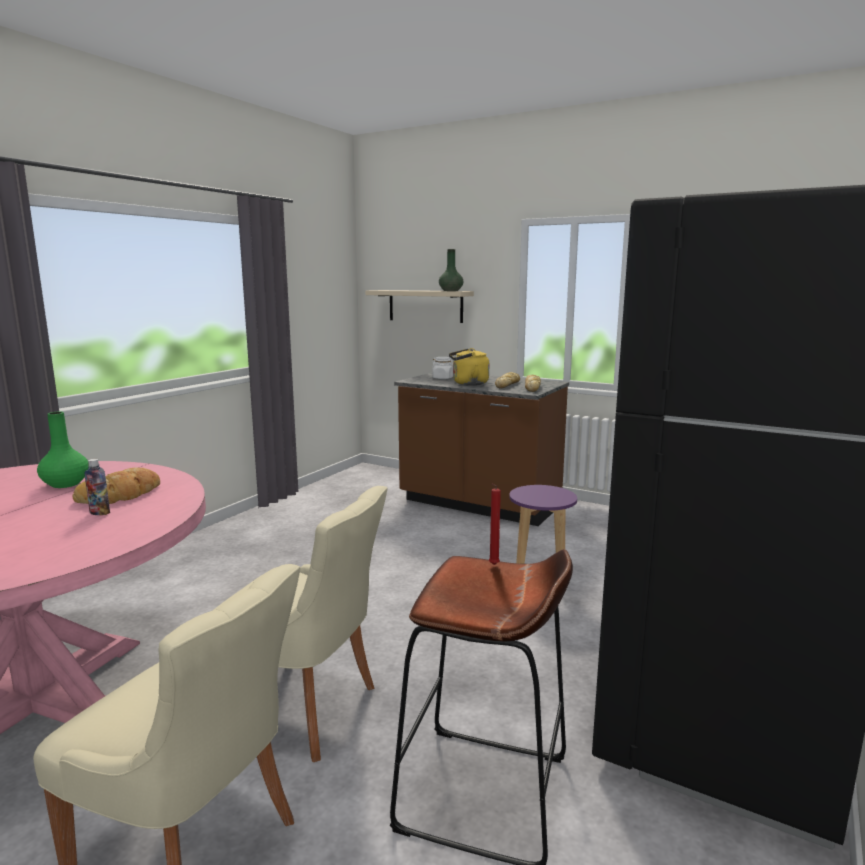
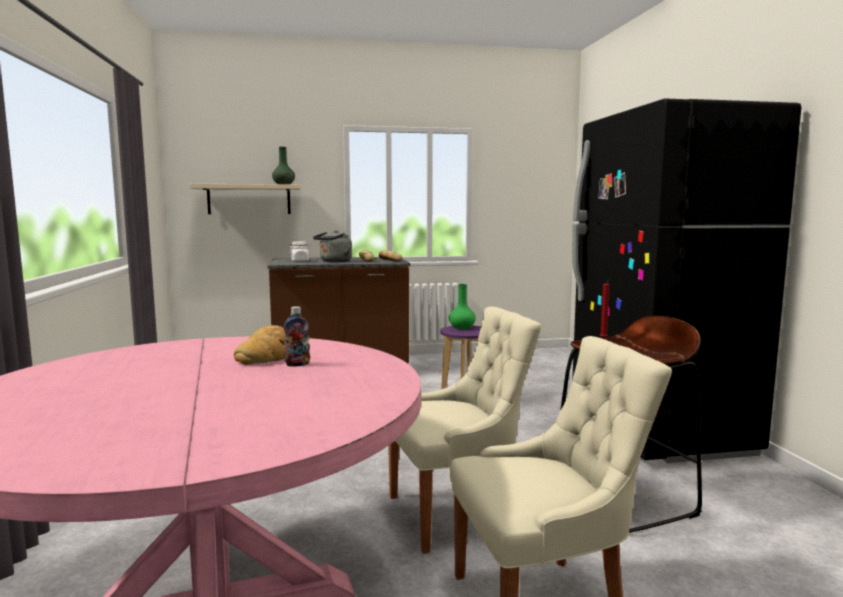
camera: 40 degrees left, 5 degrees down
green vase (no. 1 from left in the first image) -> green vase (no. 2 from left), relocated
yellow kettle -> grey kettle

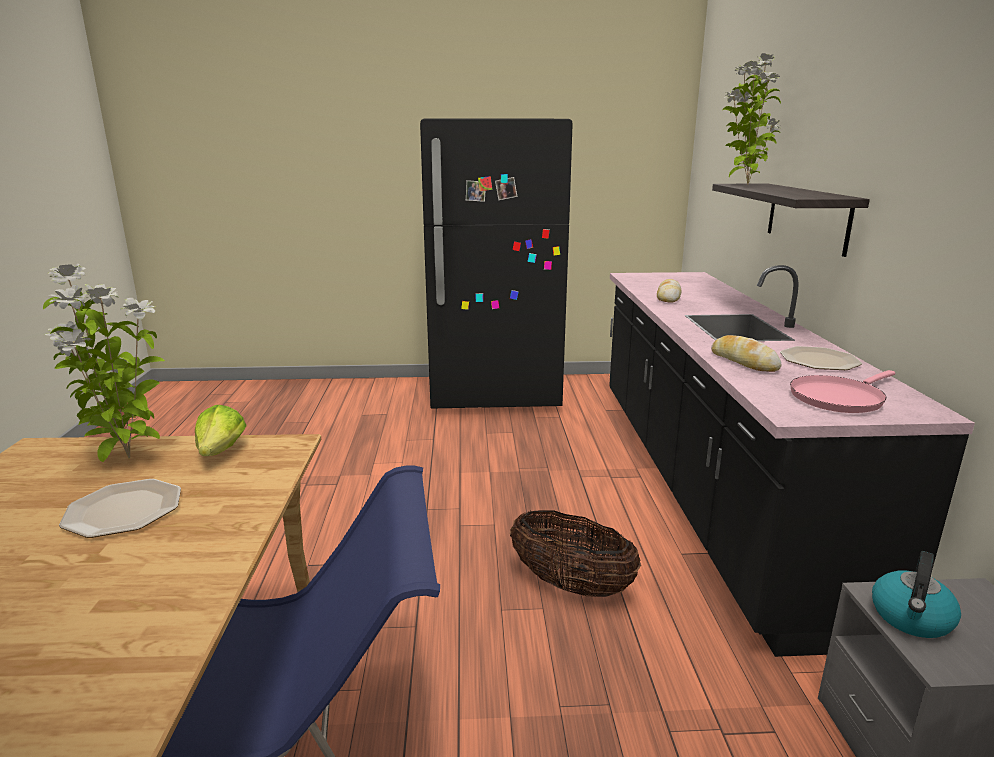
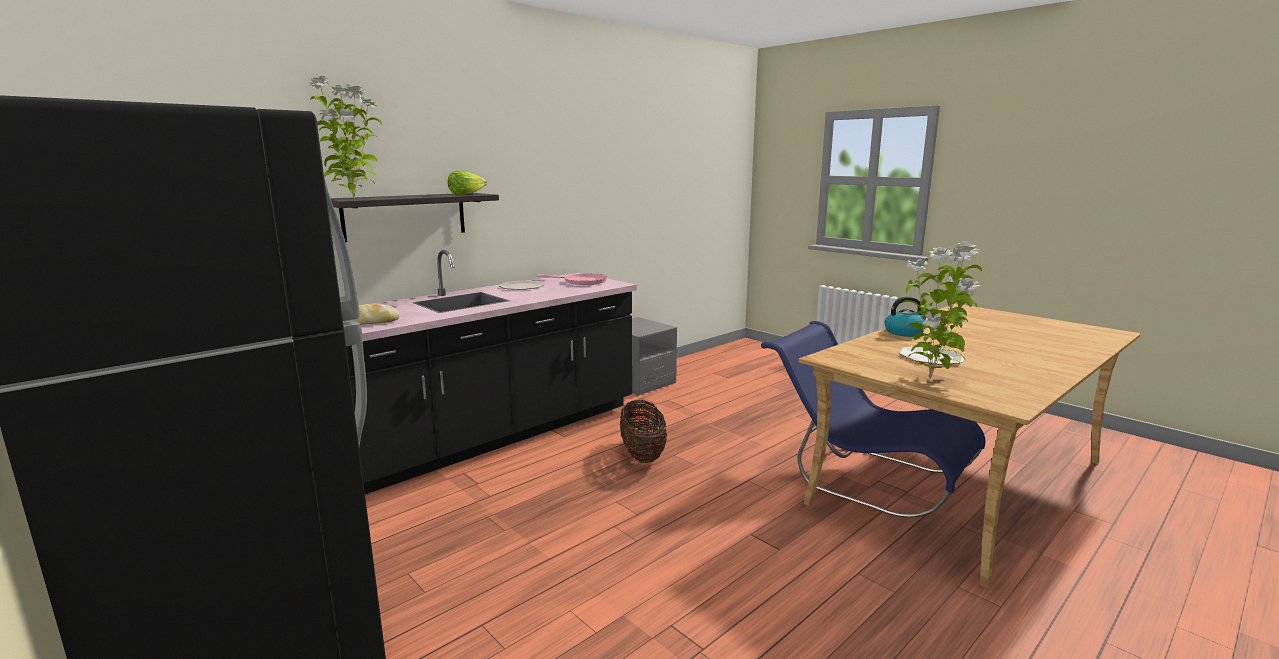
camera: 130 degrees left, 5 degrees down
lettuce, relocated
bread (no. 2 from left) -> none
kettle, relocated

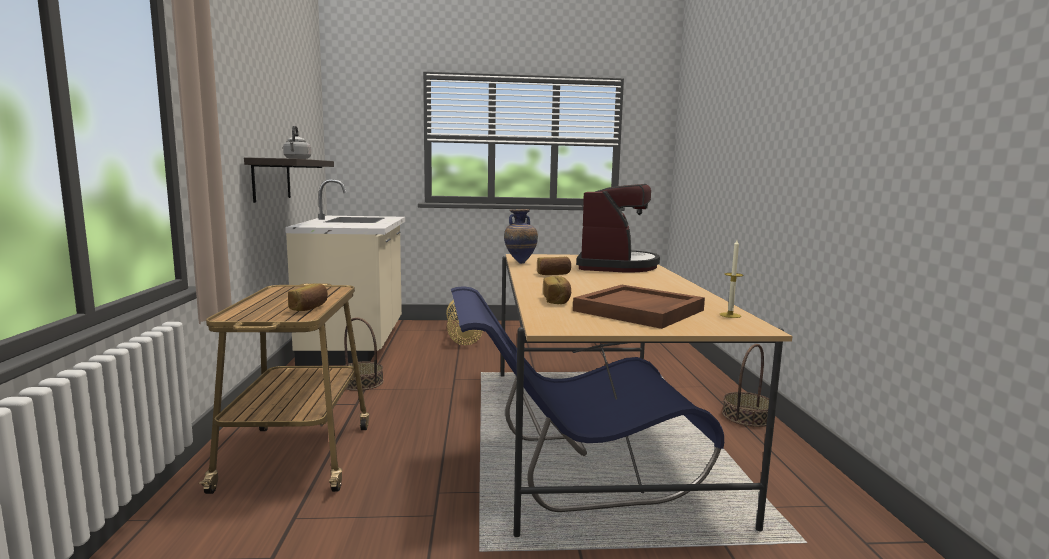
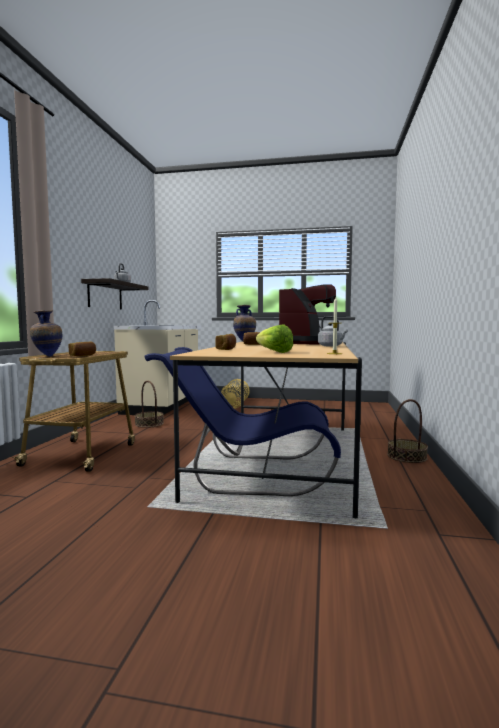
camera: 15 degrees right, 5 degrees down
brown tray -> lettuce
none -> vase (no. 1 from left)
none -> grey kettle (no. 2 from left)

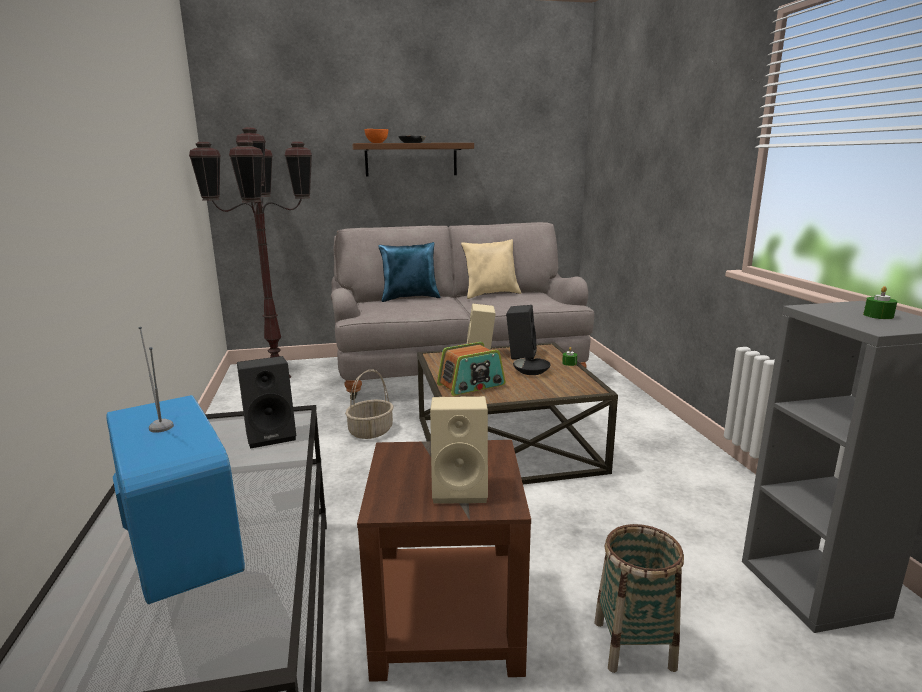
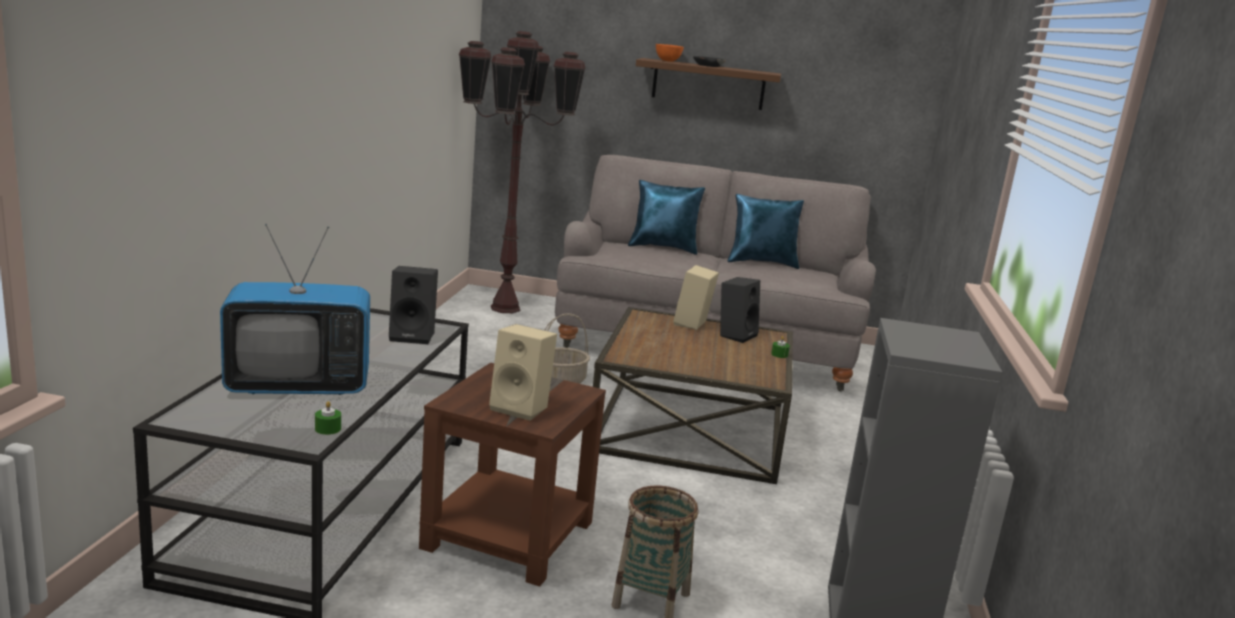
camera: 20 degrees right, 0 degrees up
television, 90 degrees clockwise
radio -> none
beige pillow -> blue pillow (no. 2 from left)
black bowl (no. 2 from left) -> none
green candle (no. 2 from left in the first image) -> green candle (no. 1 from left), relocated

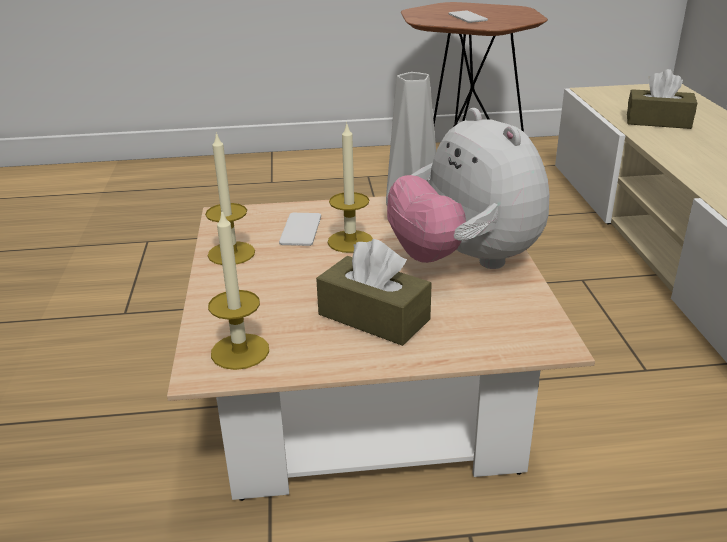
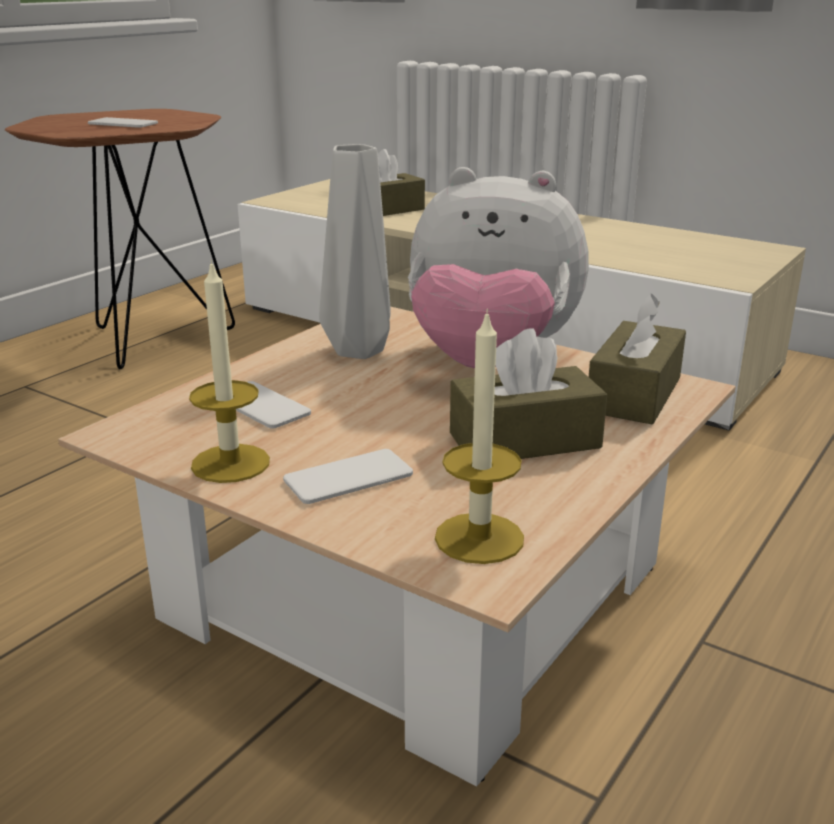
camera: 50 degrees left, 5 degrees down
candle (no. 3 from left) -> none
none -> phone (no. 3 from left)
none -> brown tissue box (no. 3 from left)

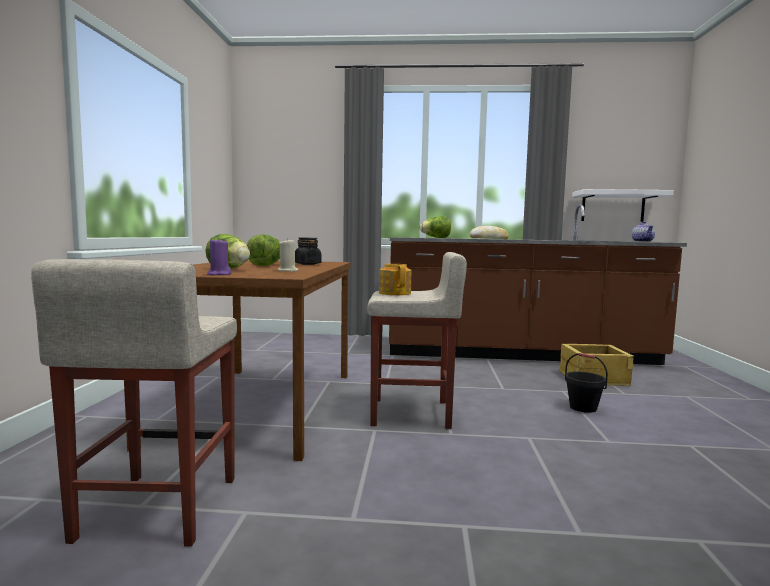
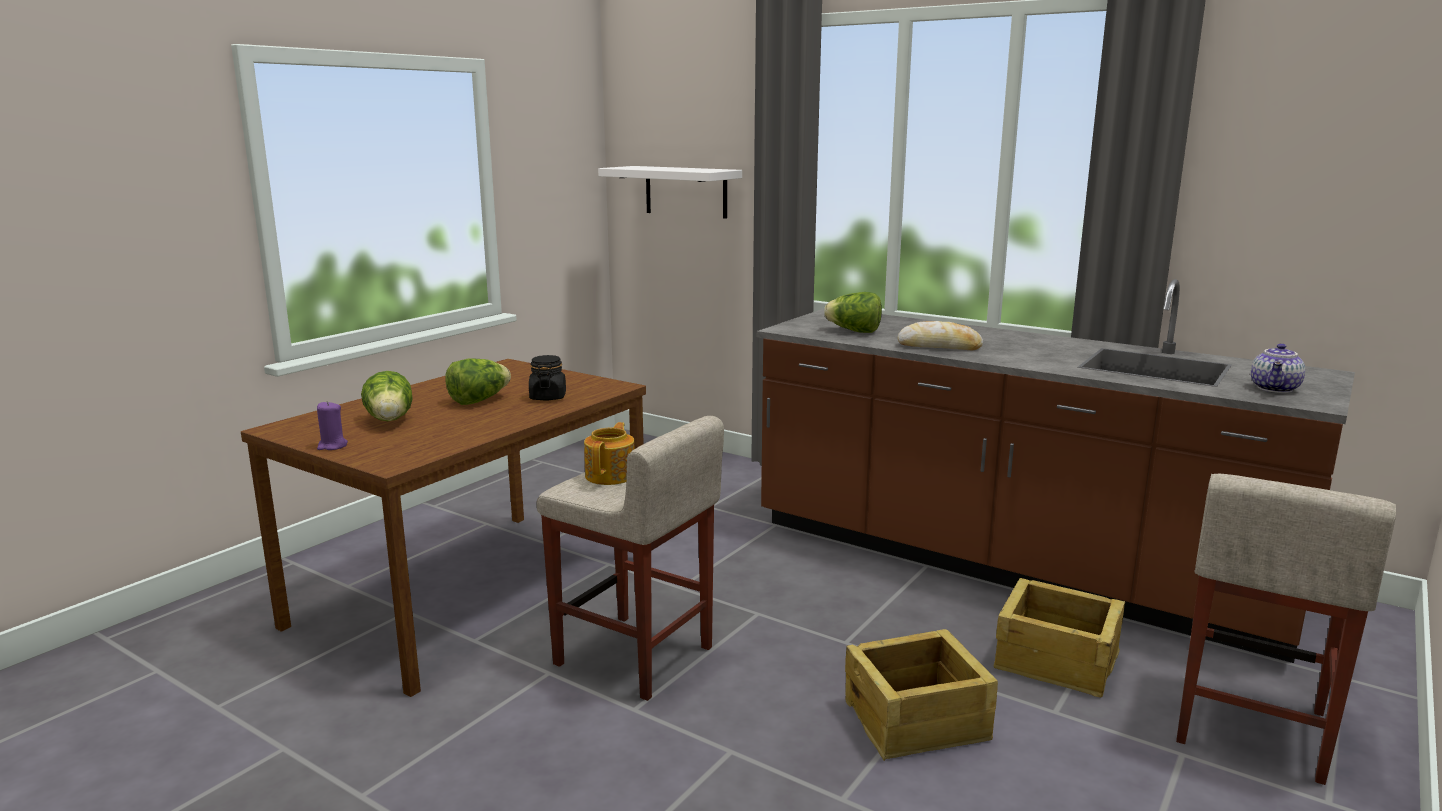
camera: 30 degrees right, 10 degrees up
beige stool (no. 1 from left in the first image) -> beige stool (no. 2 from left), relocated
beige candle -> none
black bucket -> crate (no. 1 from left)
white shelf, relocated

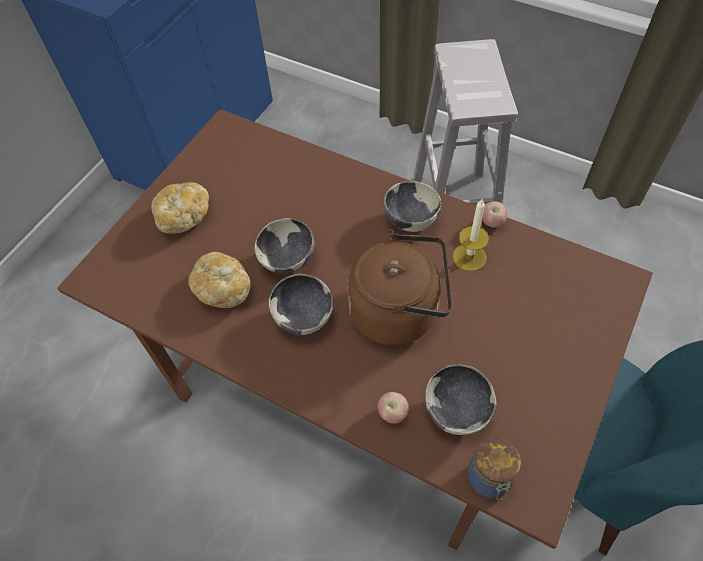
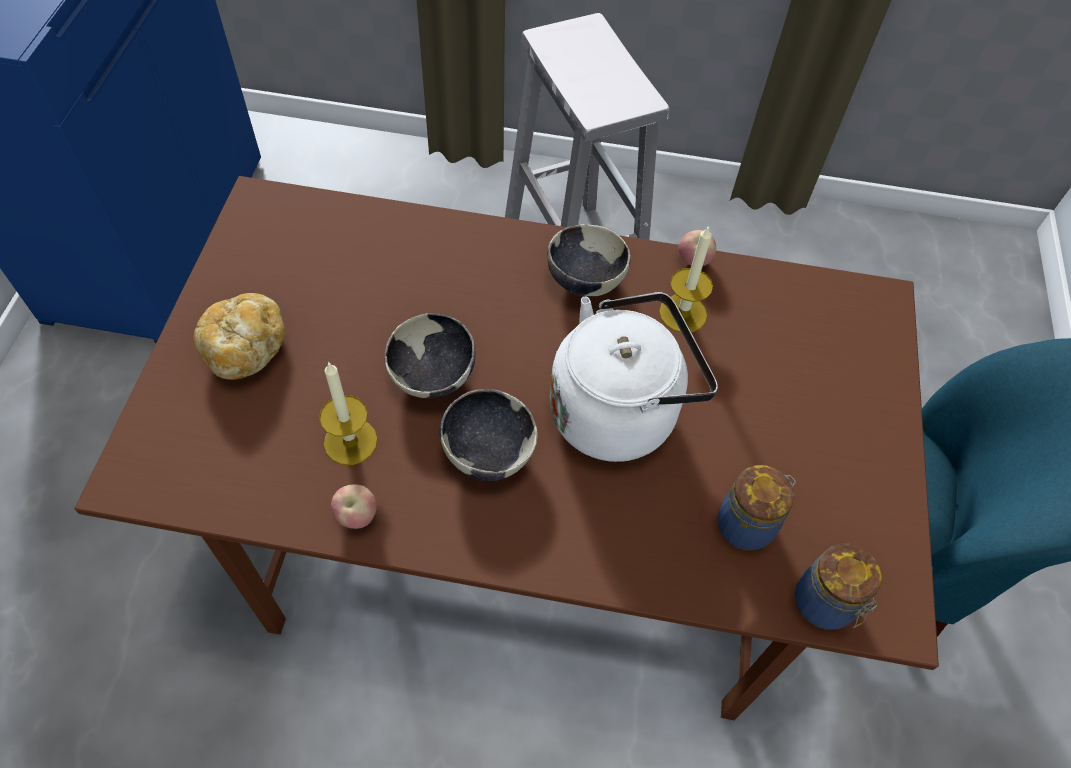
camera: 25 degrees left, 0 degrees up
bread (no. 2 from left) -> candle (no. 1 from left)
brown kettle -> white kettle
apple (no. 1 from left), relocated
bowl (no. 4 from left) -> jar (no. 1 from left)

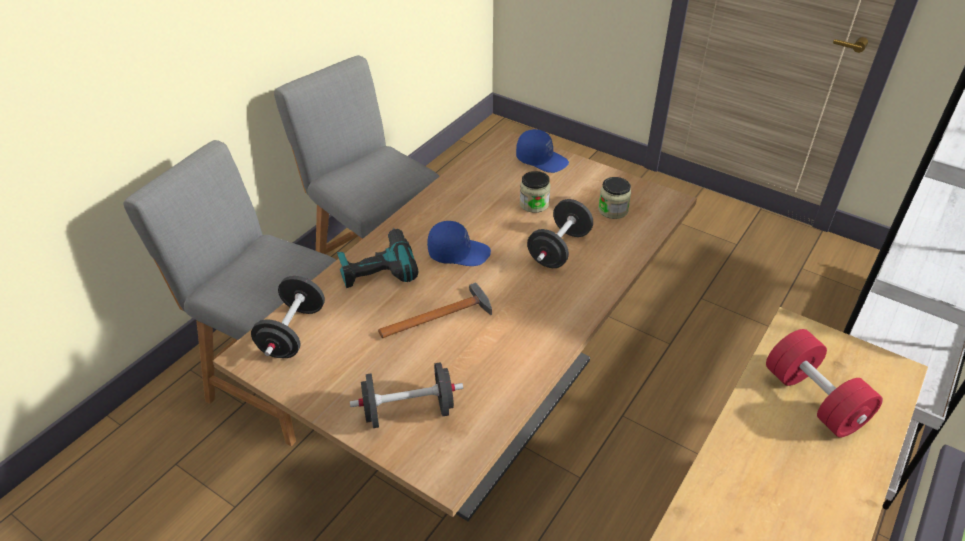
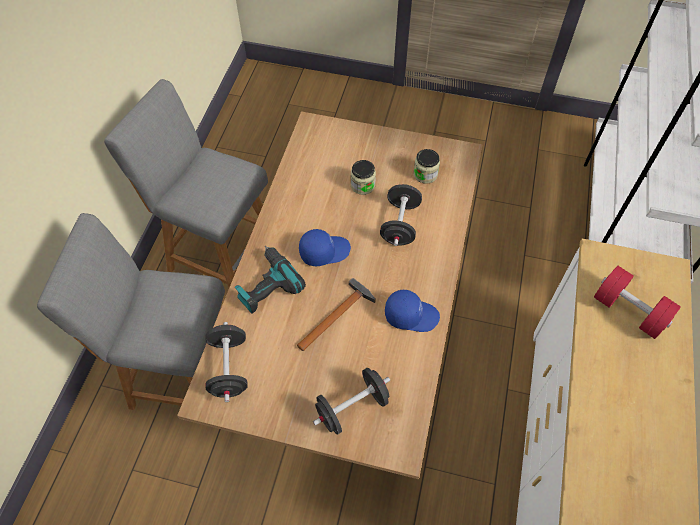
camera: 20 degrees left, 15 degrees up
blue cap (no. 2 from left), relocated

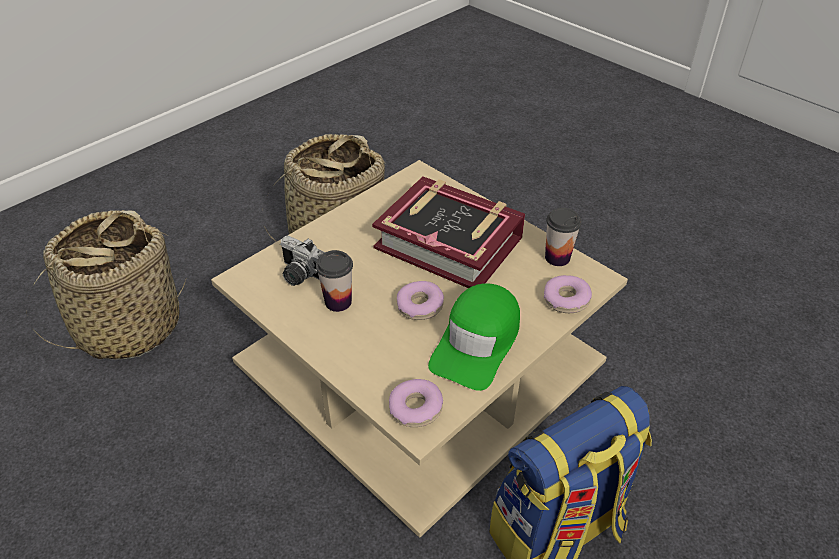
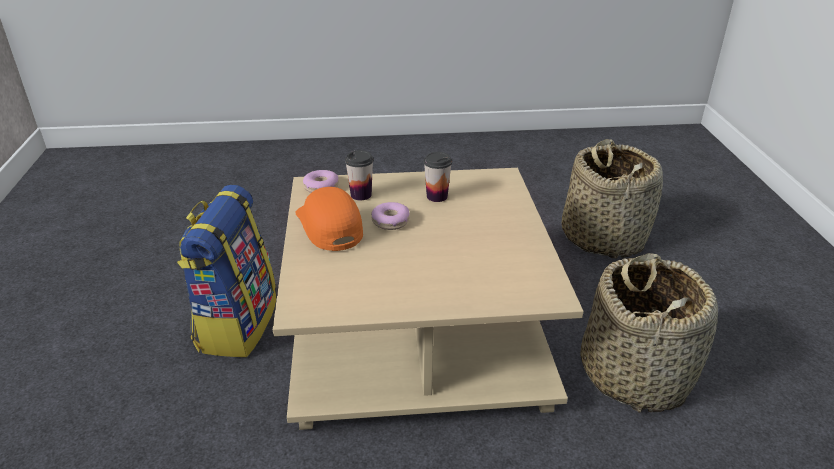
camera: 130 degrees right, 10 degrees down
photo camera -> none
book -> none
green cap -> orange cap
donut (no. 3 from left) -> none
cup (no. 2 from left in the first image) -> cup (no. 1 from left), relocated

